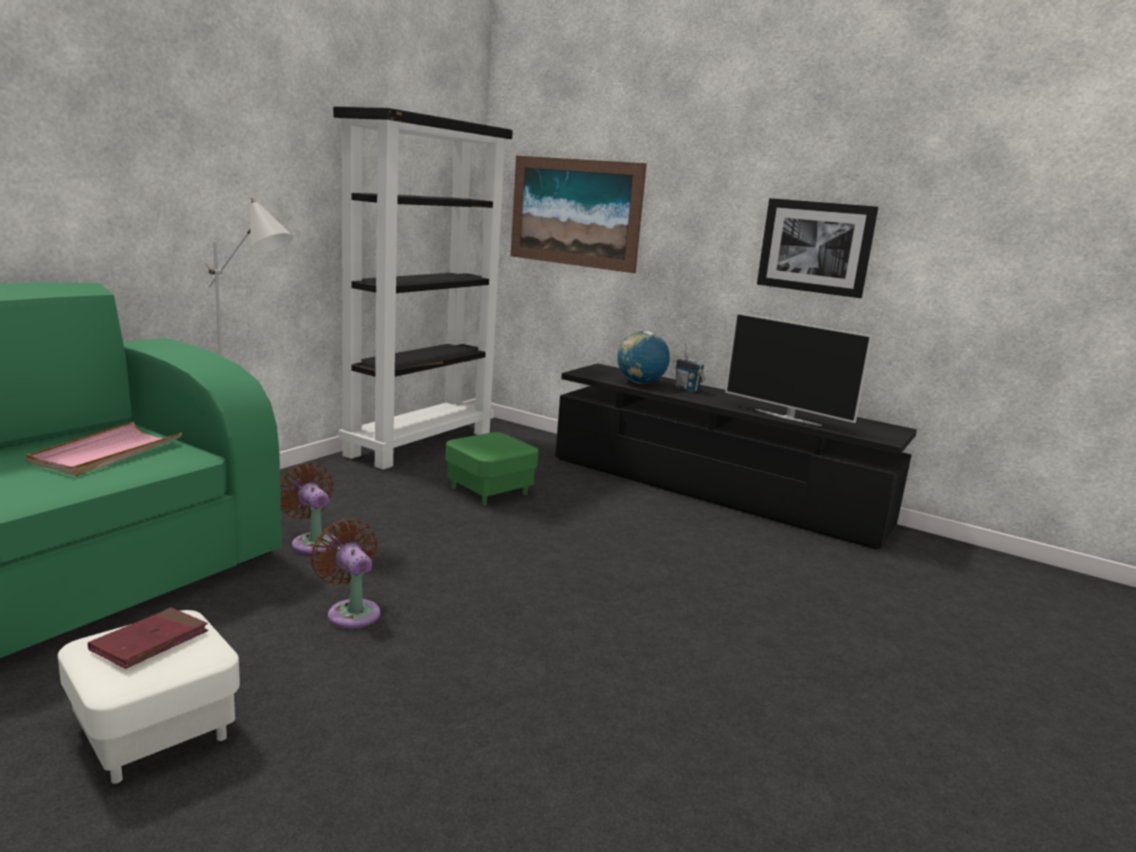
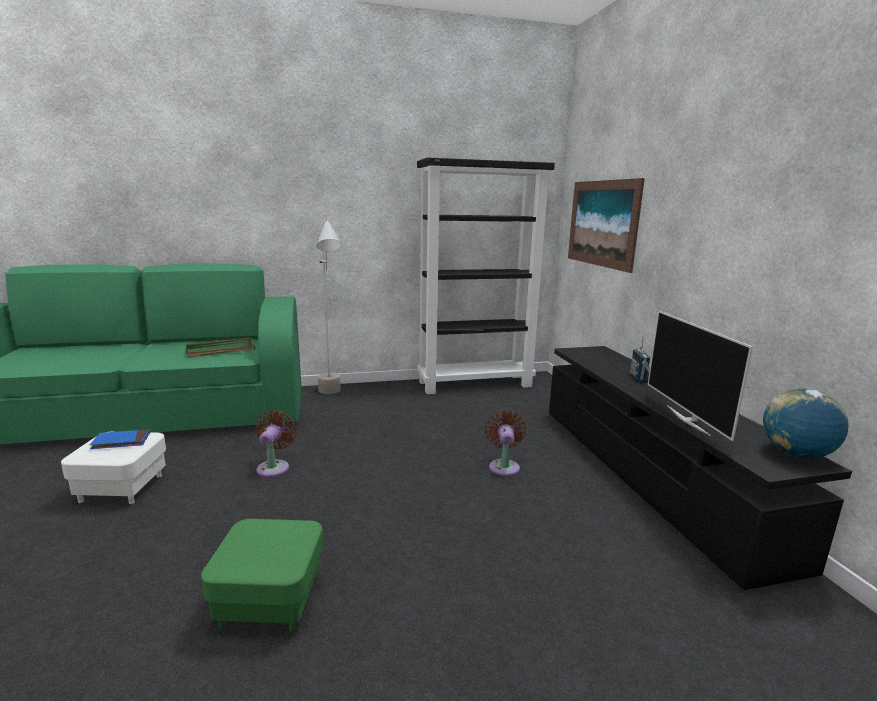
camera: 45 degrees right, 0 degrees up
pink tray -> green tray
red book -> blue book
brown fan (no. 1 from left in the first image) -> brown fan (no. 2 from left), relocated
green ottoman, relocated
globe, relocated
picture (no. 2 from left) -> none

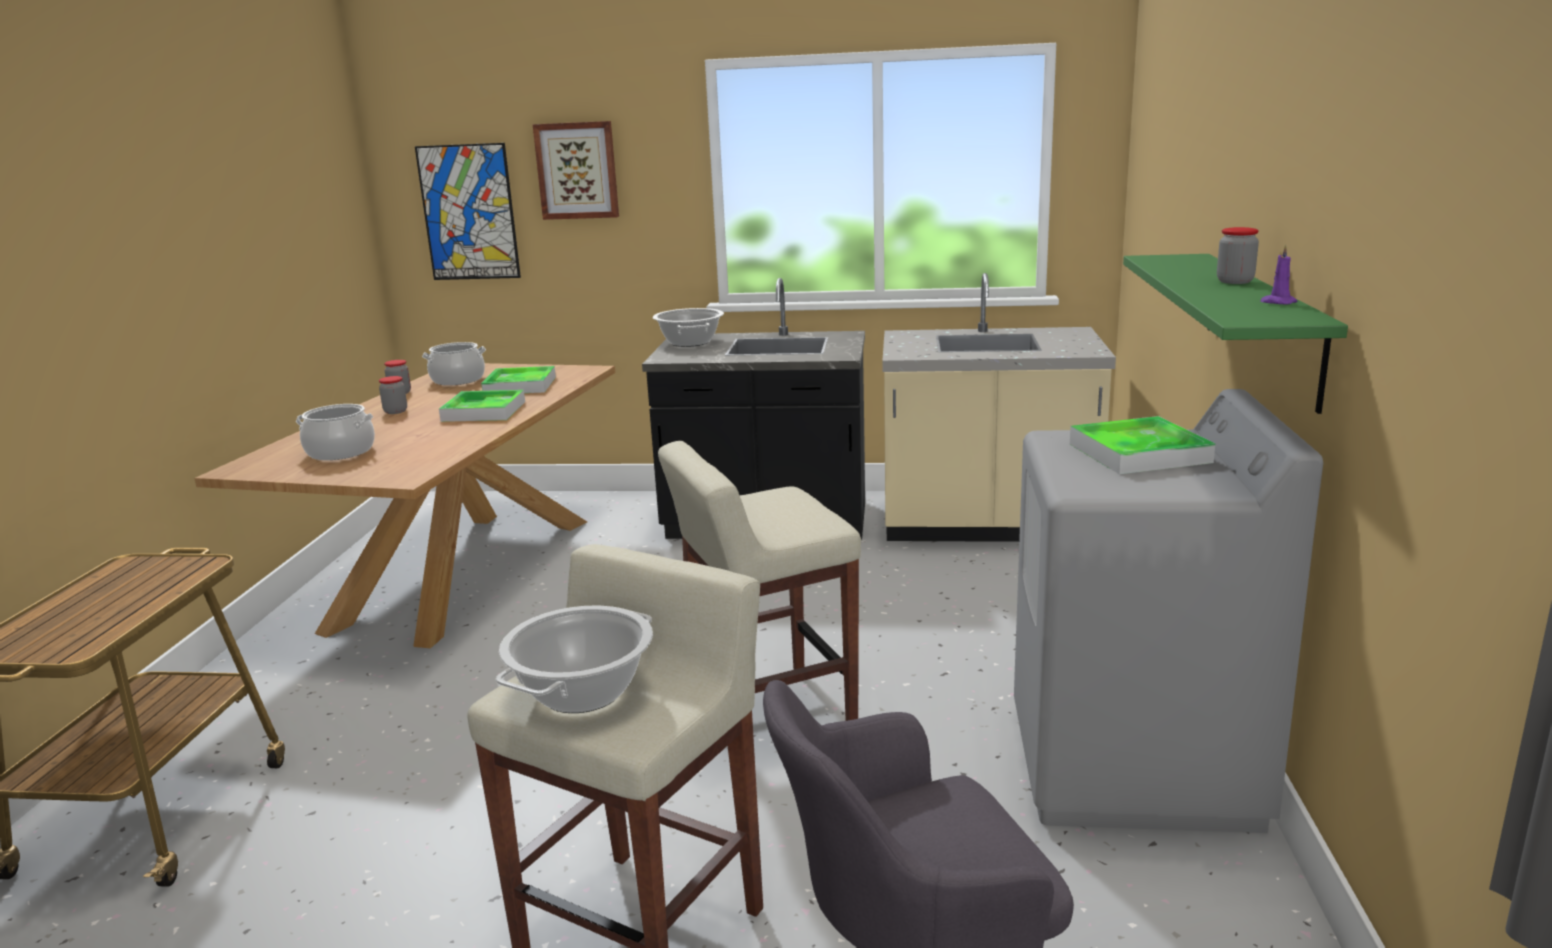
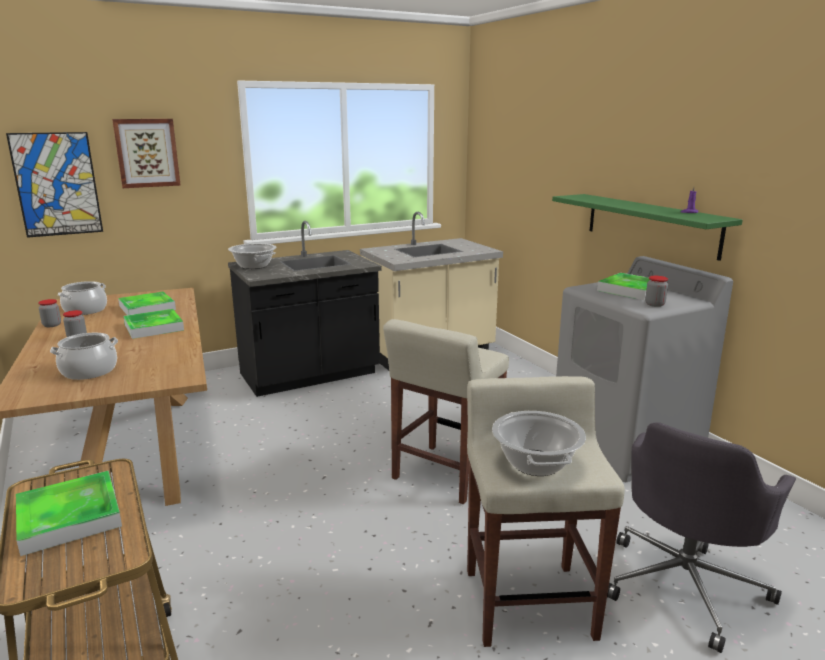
camera: 35 degrees left, 0 degrees up
jar (no. 3 from left), relocated
none -> tray (no. 1 from left)

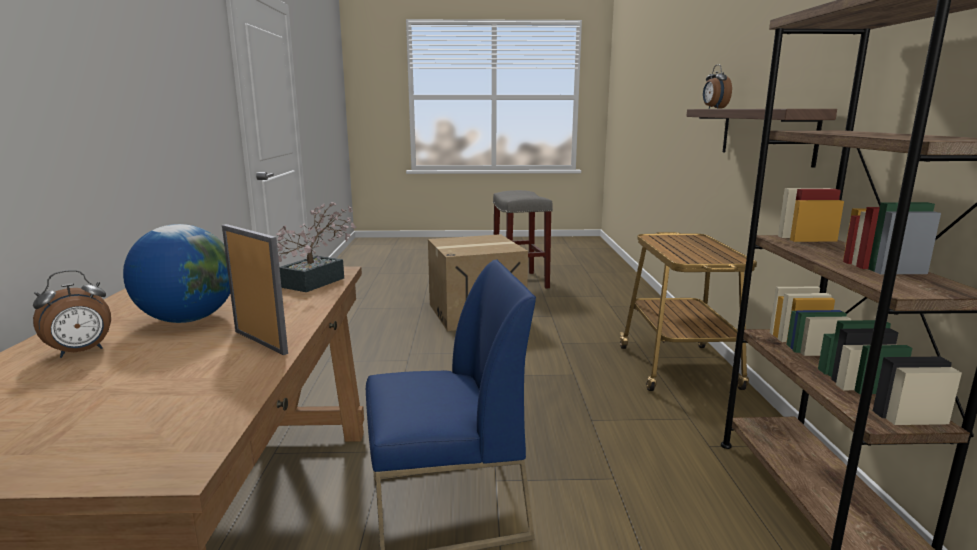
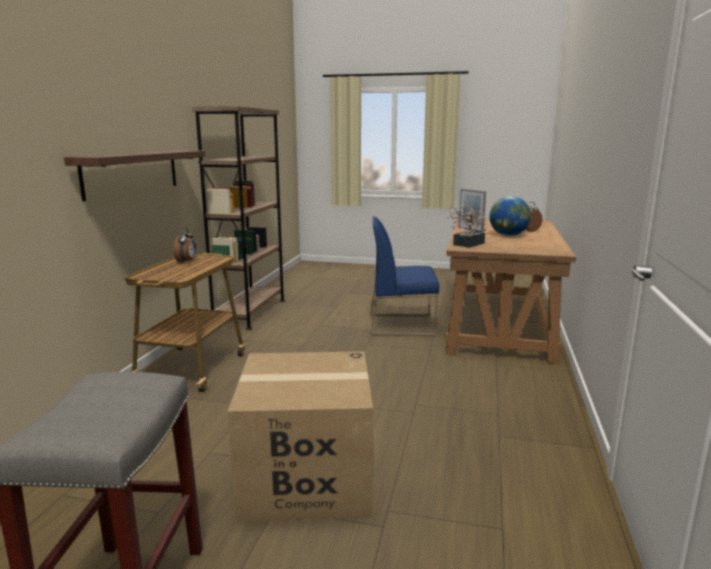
camera: 165 degrees left, 0 degrees up
alarm clock (no. 2 from left in the first image) -> alarm clock (no. 1 from left), relocated

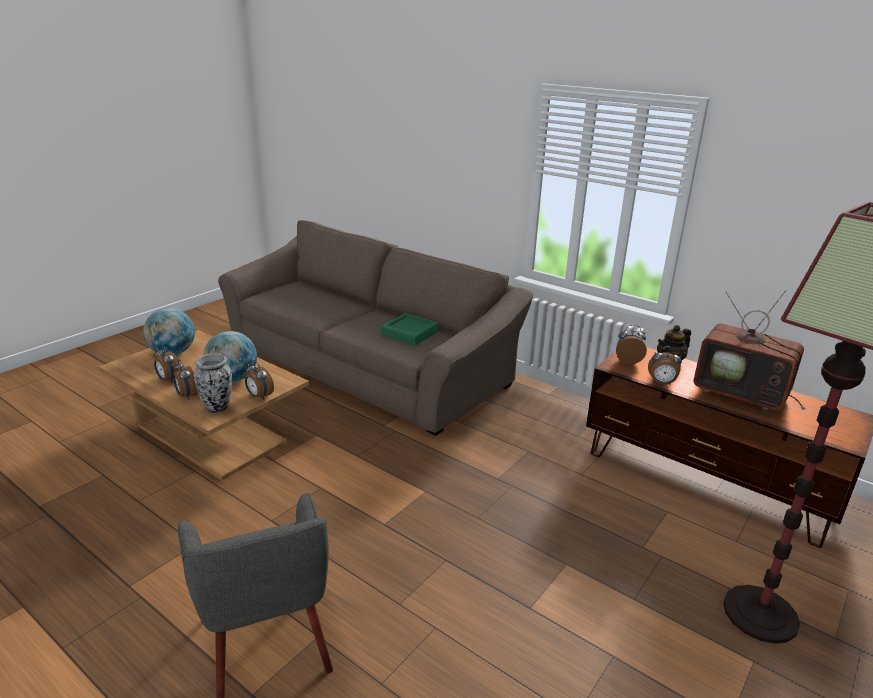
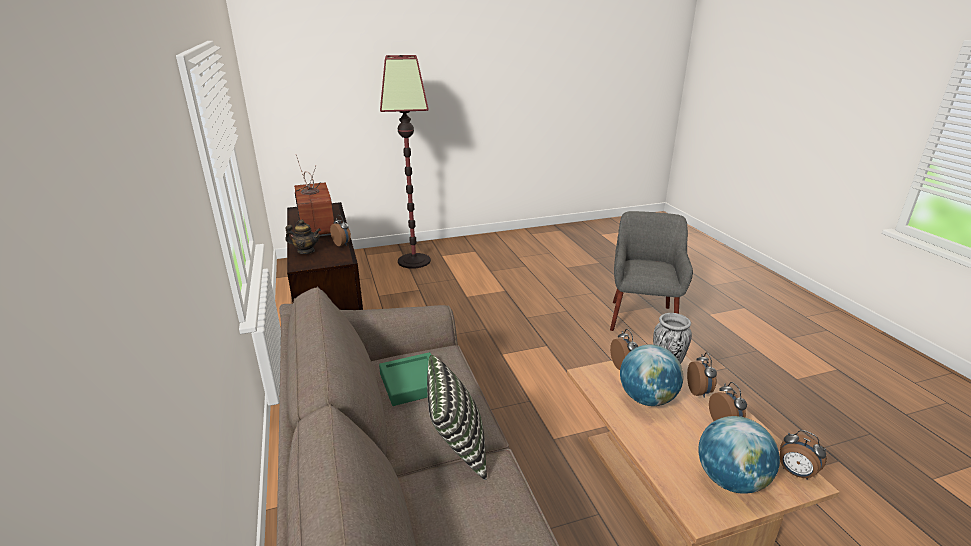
camera: 145 degrees left, 0 degrees up
alarm clock (no. 4 from left in the first image) -> alarm clock (no. 5 from left), relocated
none -> pillow

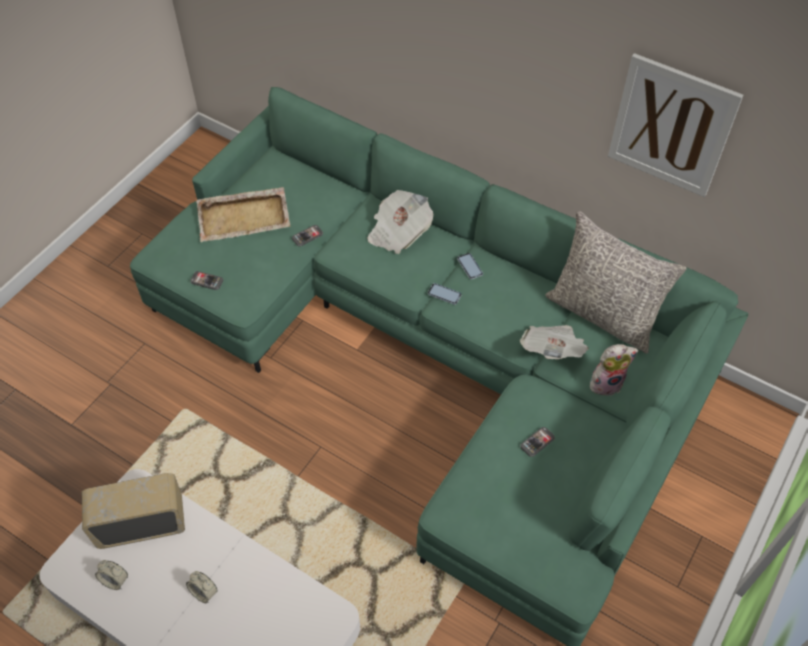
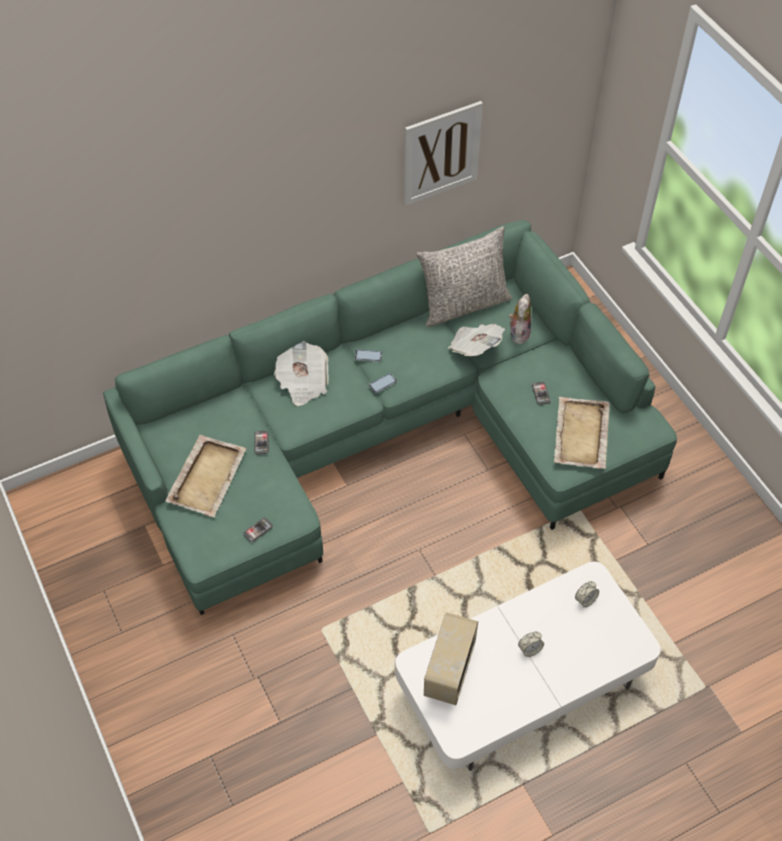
camera: 60 degrees left, 0 degrees up
alarm clock (no. 1 from left in the first image) -> alarm clock (no. 2 from left), relocated
none -> beige tray (no. 2 from left)

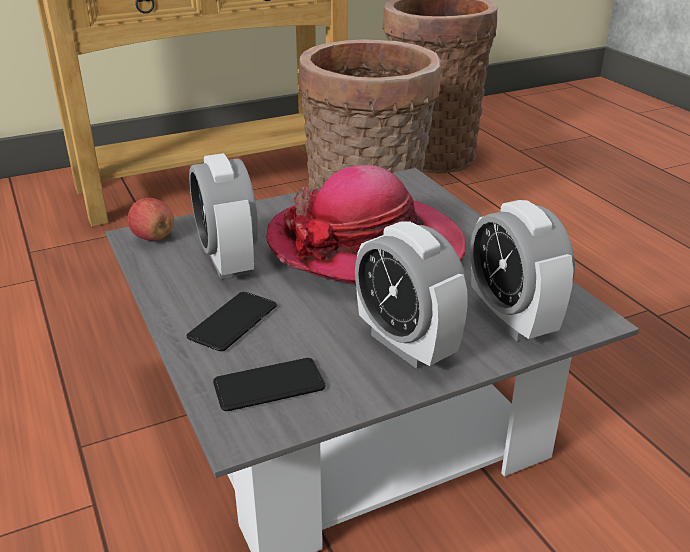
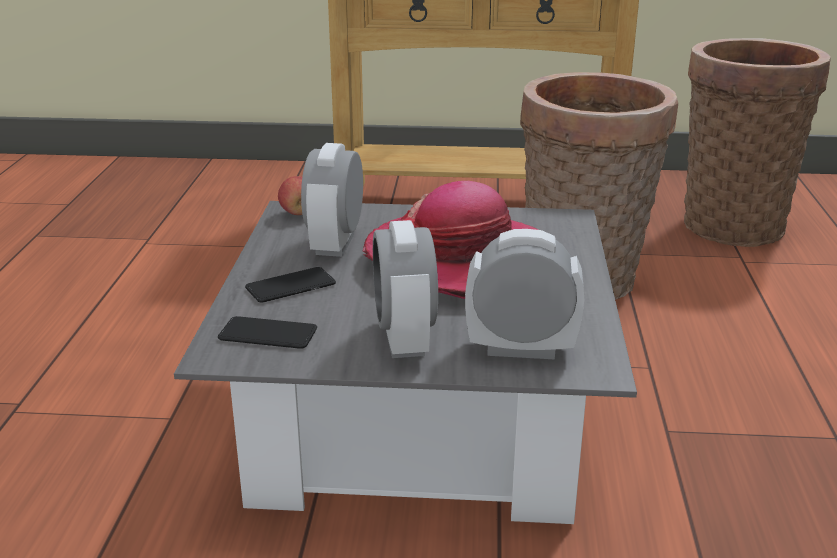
camera: 30 degrees right, 5 degrees down
alarm clock (no. 3 from left), 90 degrees clockwise

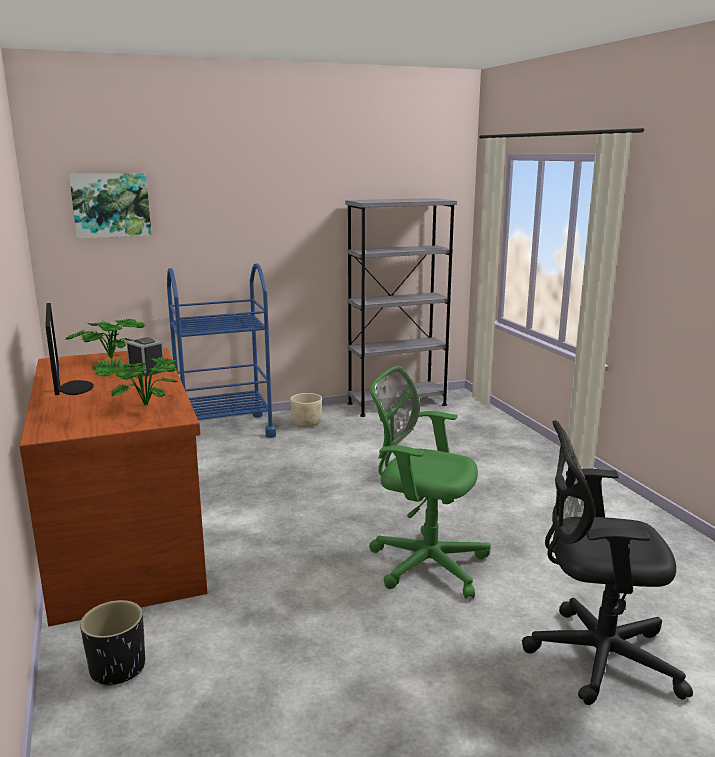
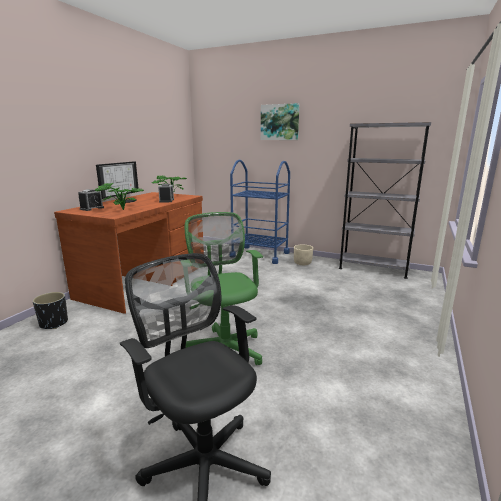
camera: 45 degrees right, 0 degrees up
picture, relocated
none -> alarm clock (no. 1 from left)

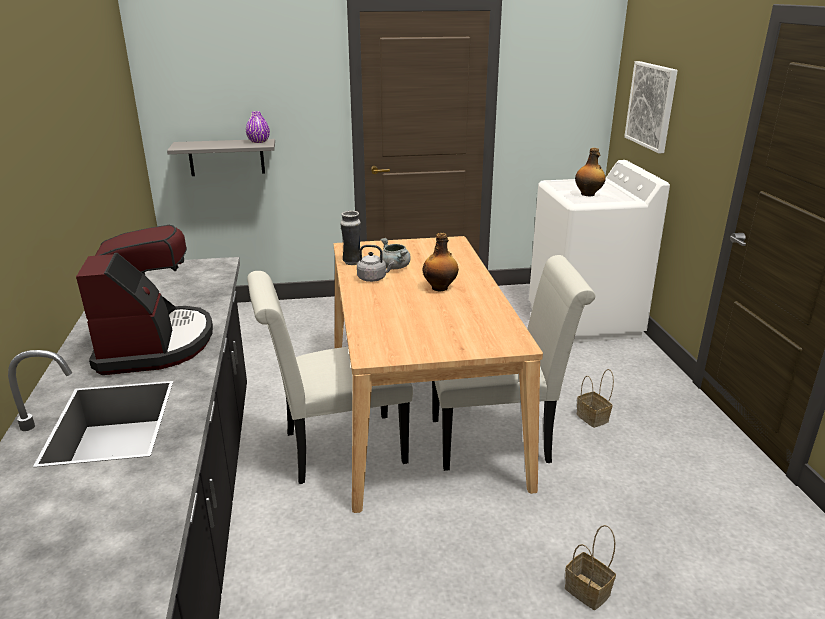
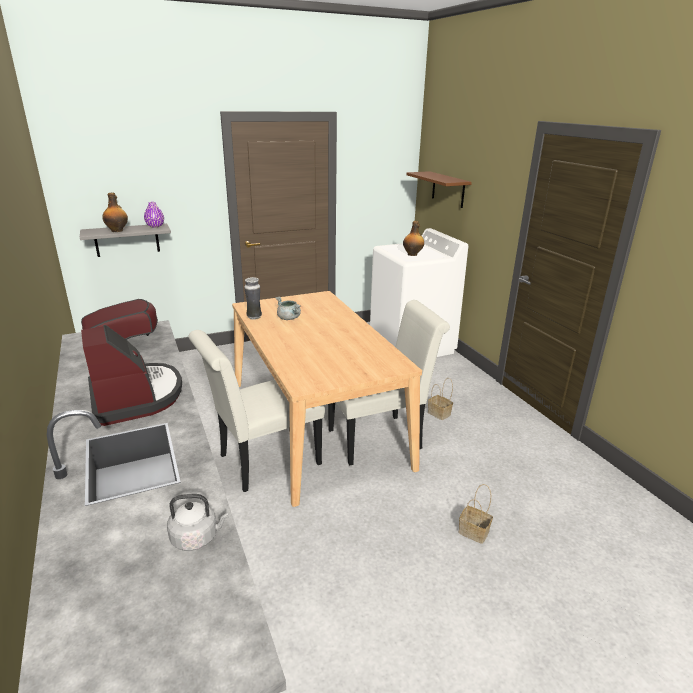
camera: 15 degrees left, 0 degrees up
grey kettle, relocated
bottle (no. 1 from left), relocated
picture -> brown shelf

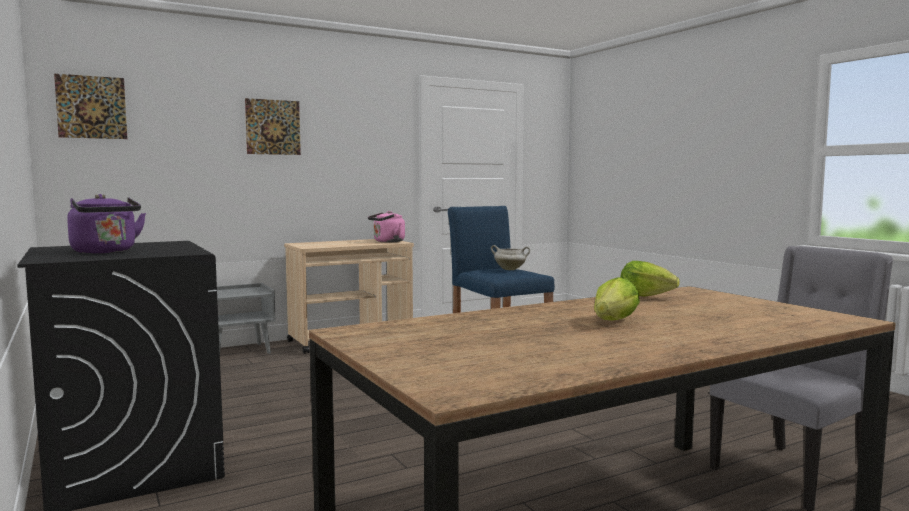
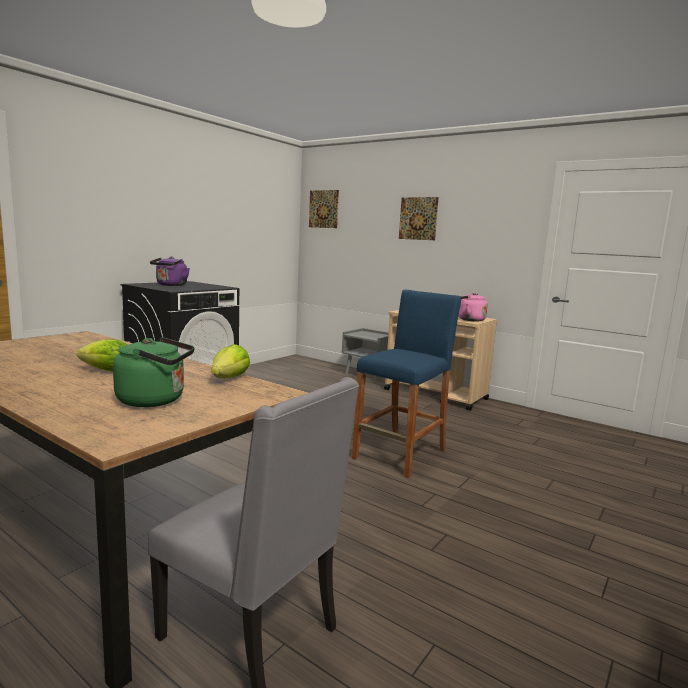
camera: 65 degrees right, 5 degrees up
white cooking pot -> none
none -> green kettle

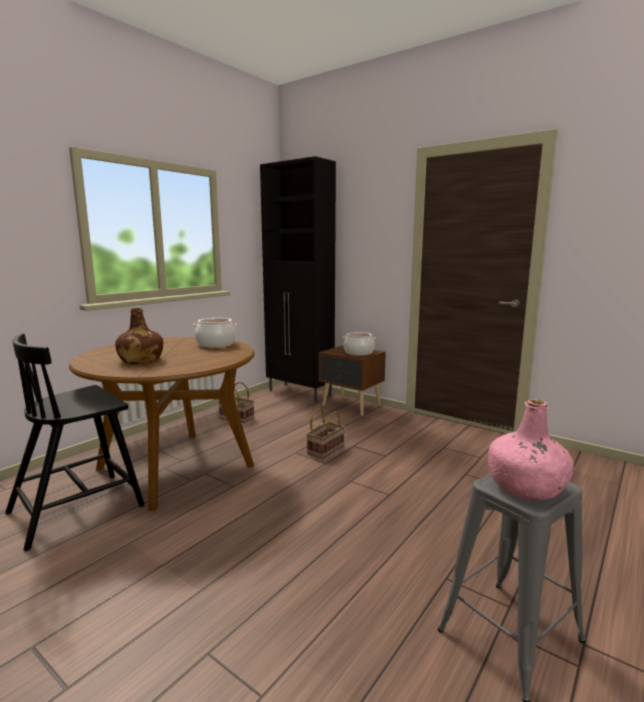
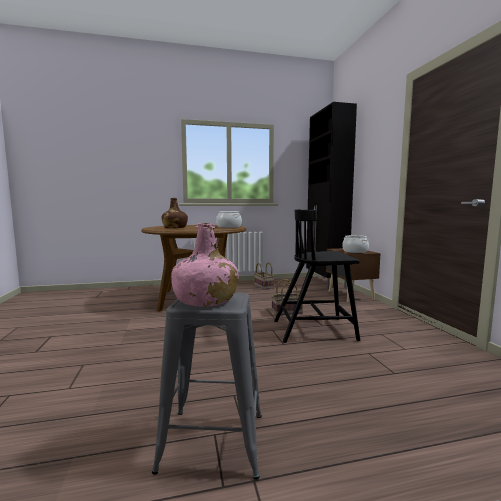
camera: 40 degrees right, 5 degrees down
black chair, relocated

